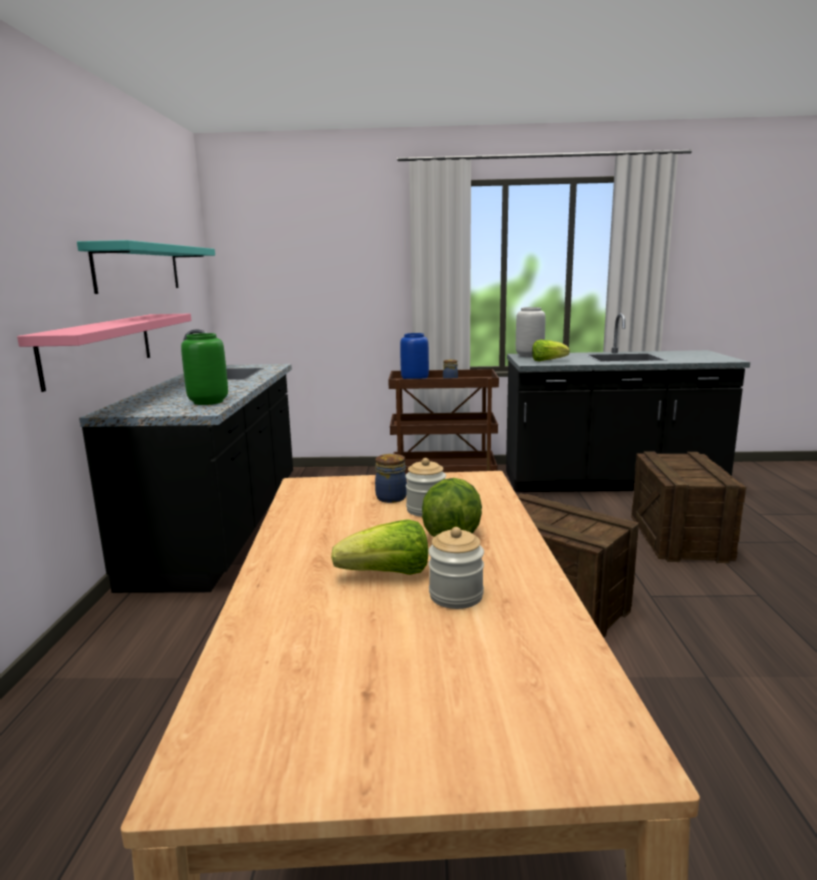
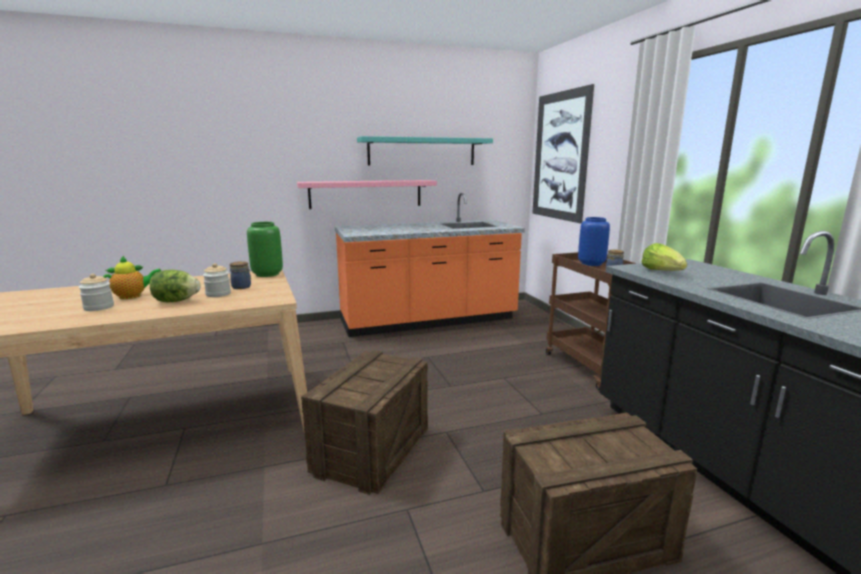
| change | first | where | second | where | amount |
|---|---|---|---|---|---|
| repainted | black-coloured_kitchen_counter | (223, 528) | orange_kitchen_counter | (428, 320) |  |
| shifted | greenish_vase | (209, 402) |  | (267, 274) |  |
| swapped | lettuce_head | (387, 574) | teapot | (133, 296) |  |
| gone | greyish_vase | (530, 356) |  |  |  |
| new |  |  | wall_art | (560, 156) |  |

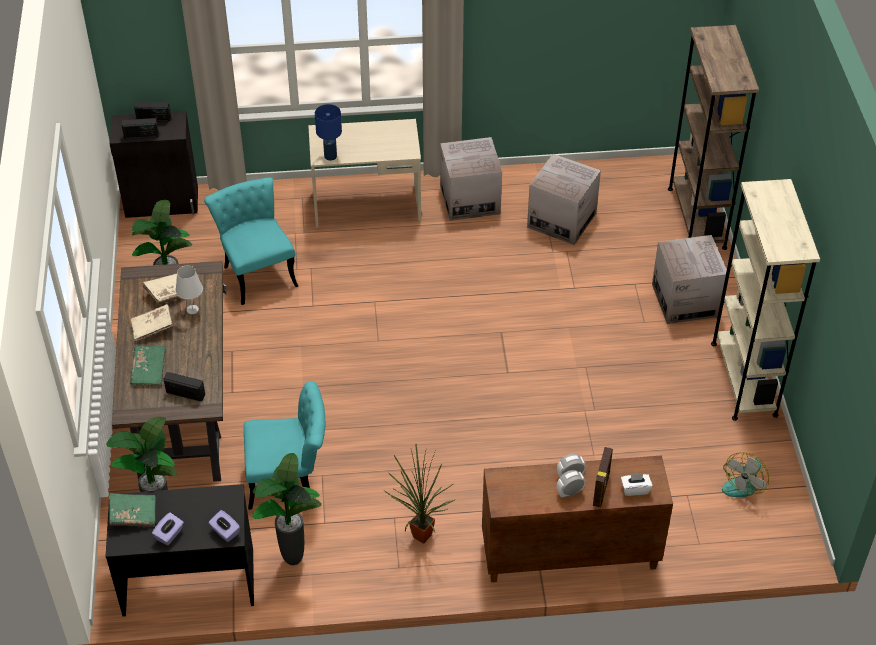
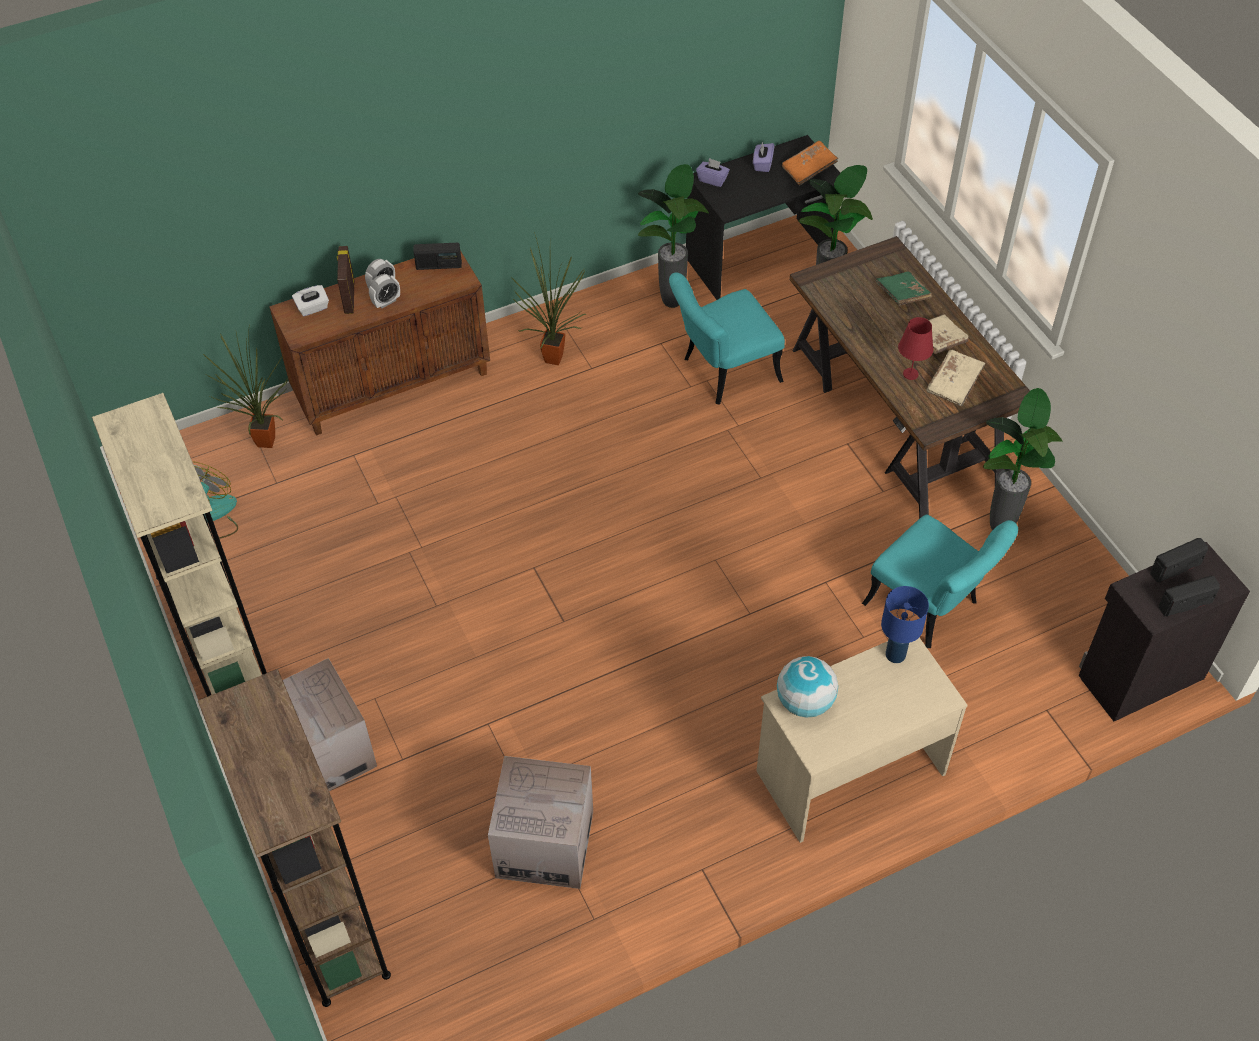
| change | first | where | second | where | amount |
|---|---|---|---|---|---|
| repainted | greenish_volume | (133, 515) | orange_volume | (809, 169) |  |
| shifted | radio_receiver | (185, 393) |  | (439, 265) |  |
| repainted | white_tabletop_lamp | (192, 309) | red-coloured_tabletop_lamp | (910, 374) |  |
| gone | packing_box | (470, 200) |  |  |  |
| new |  |  | potted_plant | (265, 445) |  |
| new |  |  | world_globe | (805, 702) |  |

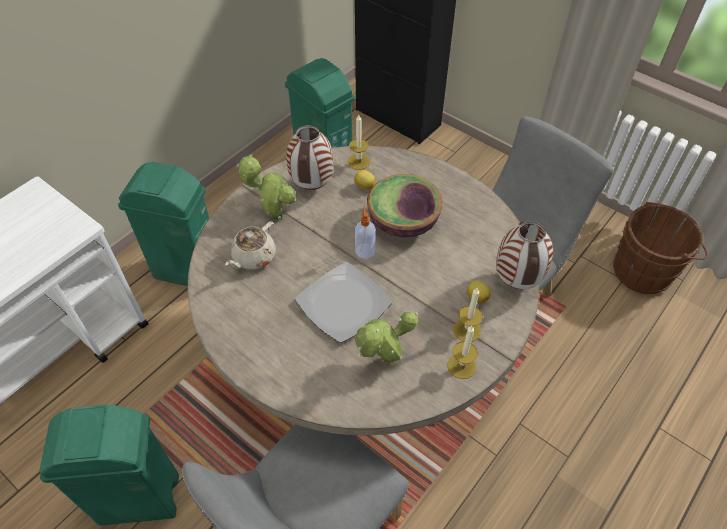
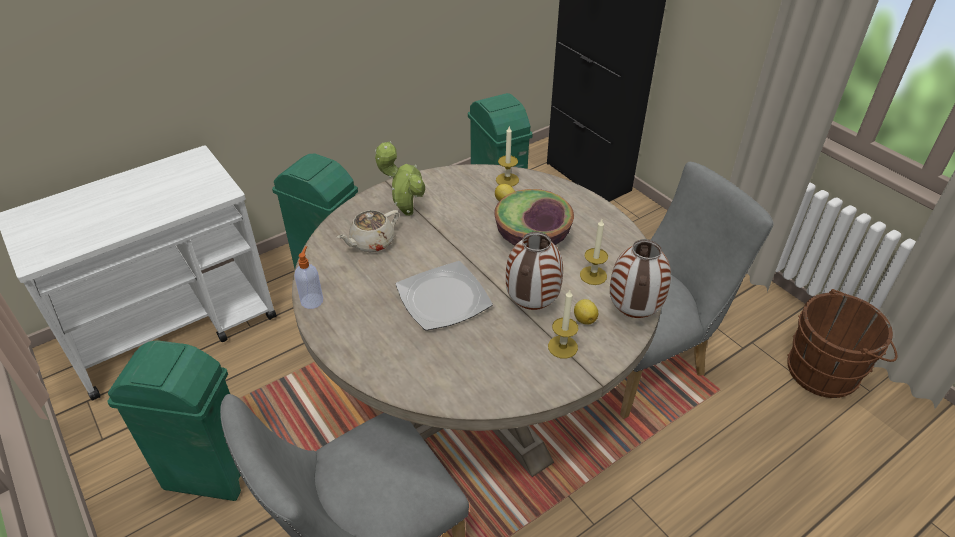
| change | first | where | second | where | amount |
|---|---|---|---|---|---|
| shifted | vase | (311, 185) |  | (531, 304) |  |
| shifted | liquid_soap_bottle | (365, 250) |  | (312, 300) |  |
| gone | potted_plant | (383, 361) |  |  |  |
| shifted | wax_light | (461, 366) |  | (593, 275) |  |

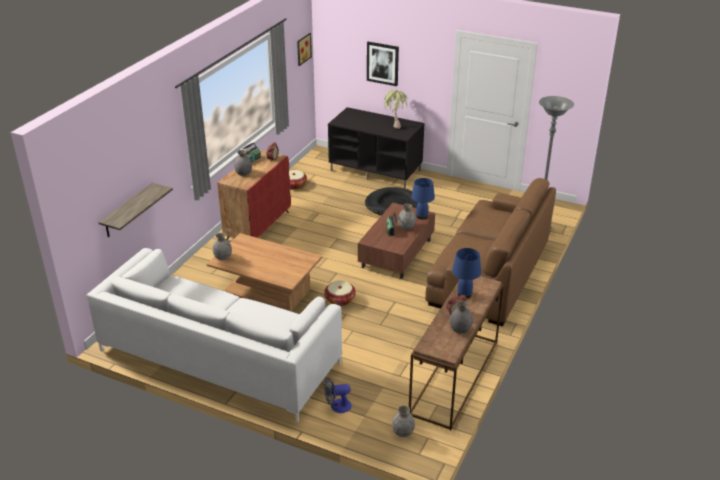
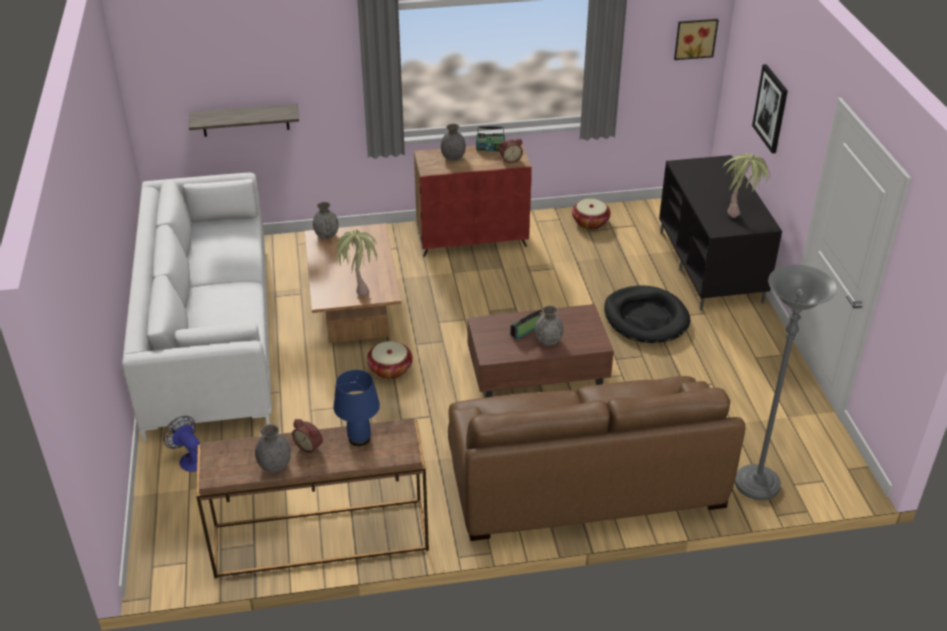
| change | first | where | second | where | amount |
|---|---|---|---|---|---|
| gone | greyish_vase | (403, 432) |  |  |  |
| gone | bluish_tabletop_lamp | (422, 216) |  |  |  |
| new |  |  | potted_plant | (358, 286) |  |

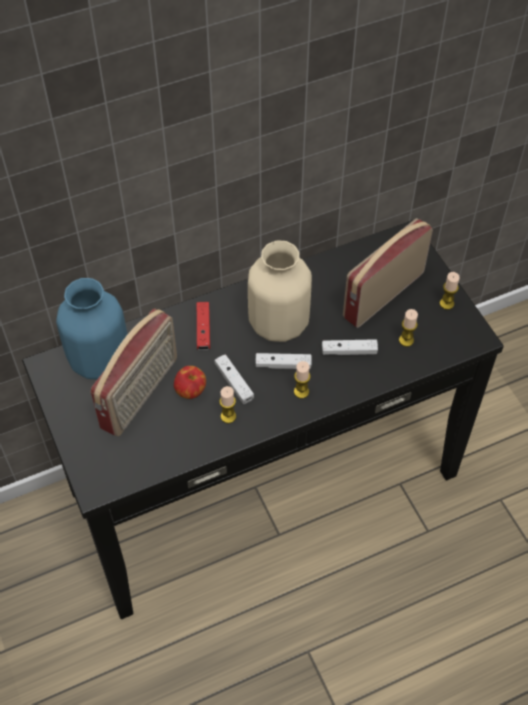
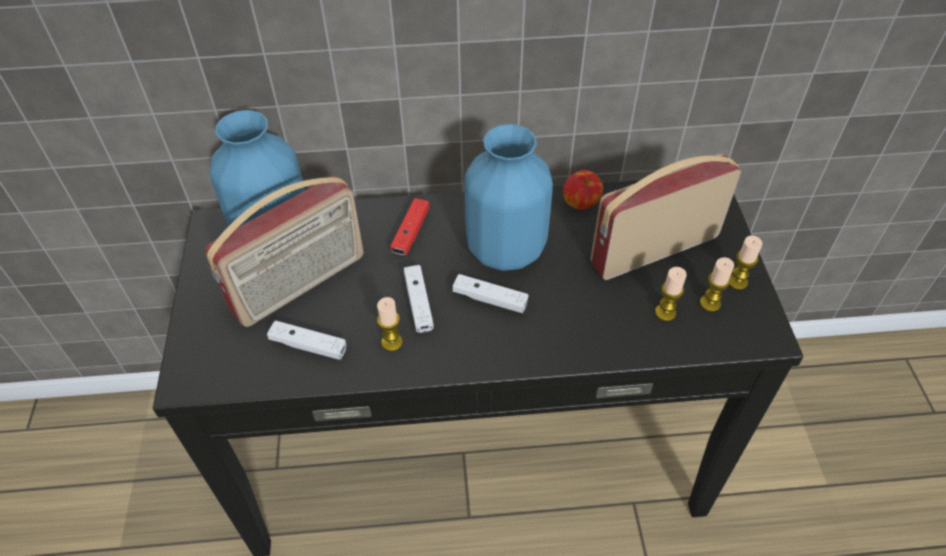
| change | first | where | second | where | amount |
|---|---|---|---|---|---|
| shifted | apple | (191, 391) |  | (581, 204) |  |
| repainted | beige_vase | (277, 324) | bluish_vase | (504, 250) |  |
| shifted | wax_light | (301, 392) |  | (710, 303) |  |
| shifted | white_gamepad | (349, 351) |  | (308, 345) |  |

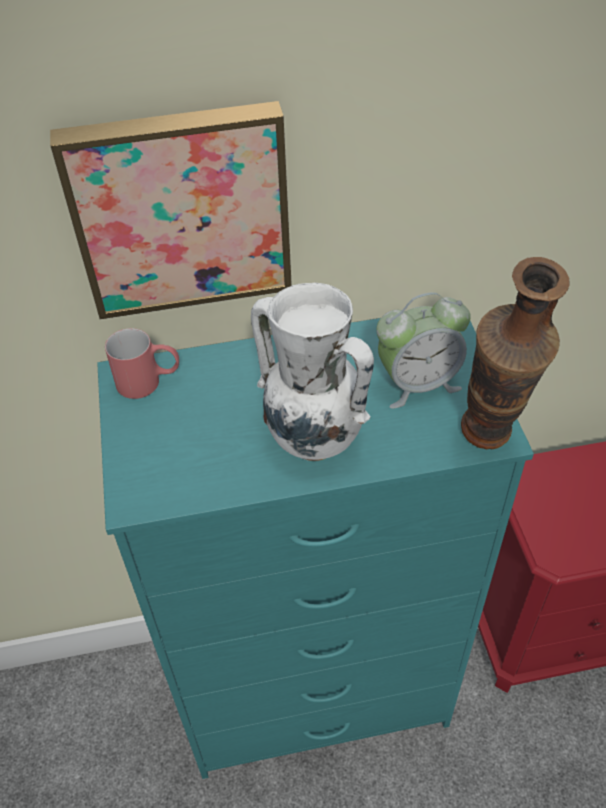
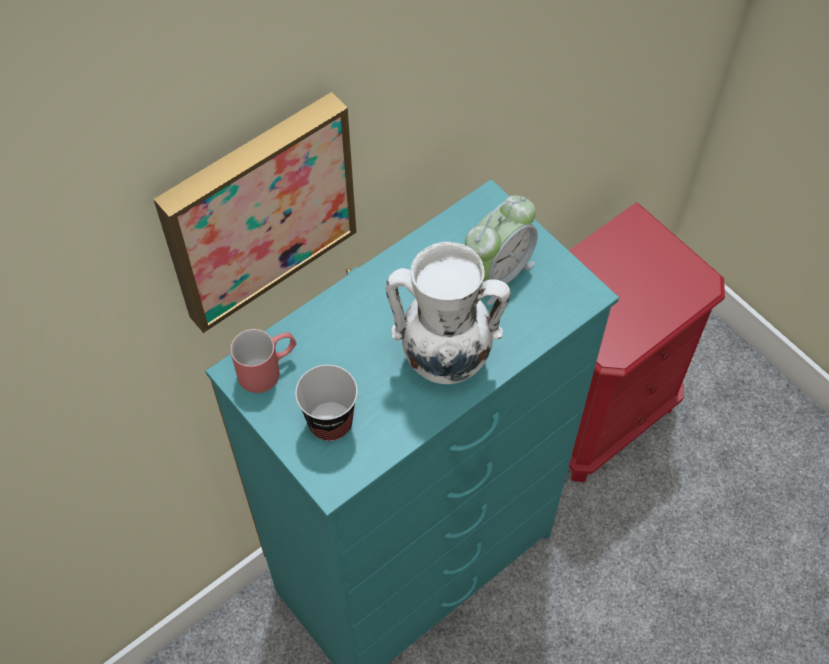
| change | first | where | second | where | amount |
|---|---|---|---|---|---|
| gone | vase | (489, 445) |  |  |  |
| new |  |  | cup | (330, 423) |  |

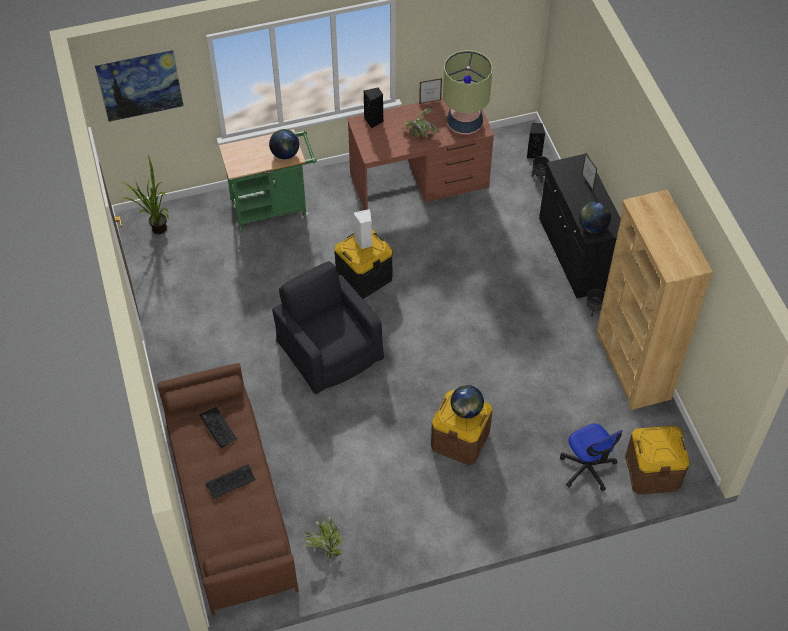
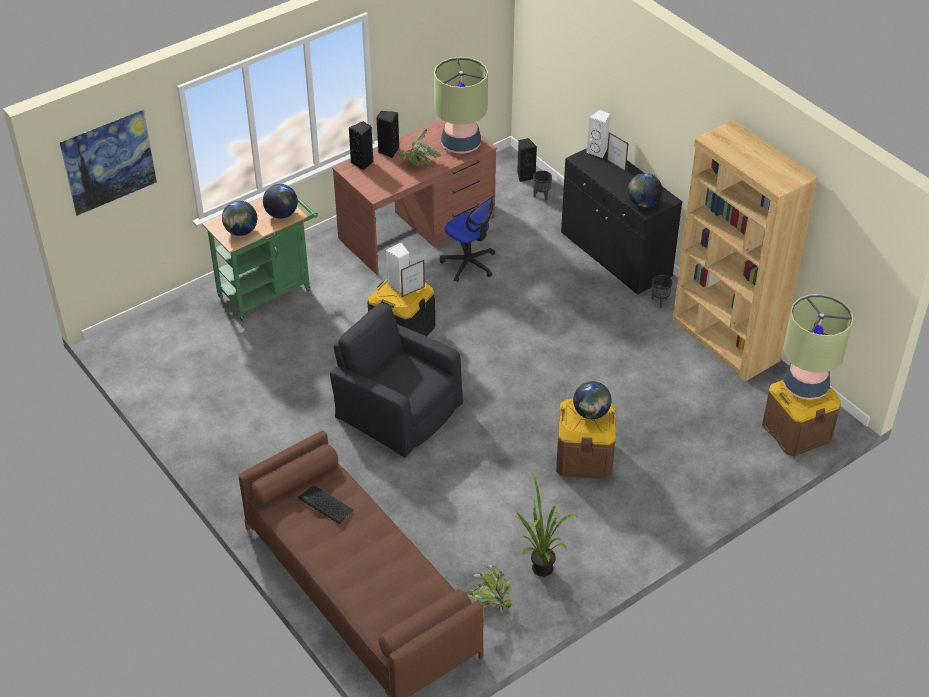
| change | first | where | second | where | amount |
|---|---|---|---|---|---|
| shifted | potted_plant | (155, 230) |  | (538, 572) |  |
| gone | PC_keyboard | (230, 481) |  |  |  |
| shifted | photo_frame | (430, 102) |  | (413, 292) |  |
| shifted | office_chair | (587, 468) |  | (469, 264) |  |
| new |  |  | world_globe | (241, 231) |  |
| new |  |  | black-coloured_speaker | (388, 151) |  |
| new |  |  | white_speaker | (598, 151) |  |
| new |  |  | tabletop_lamp | (805, 386) |  |

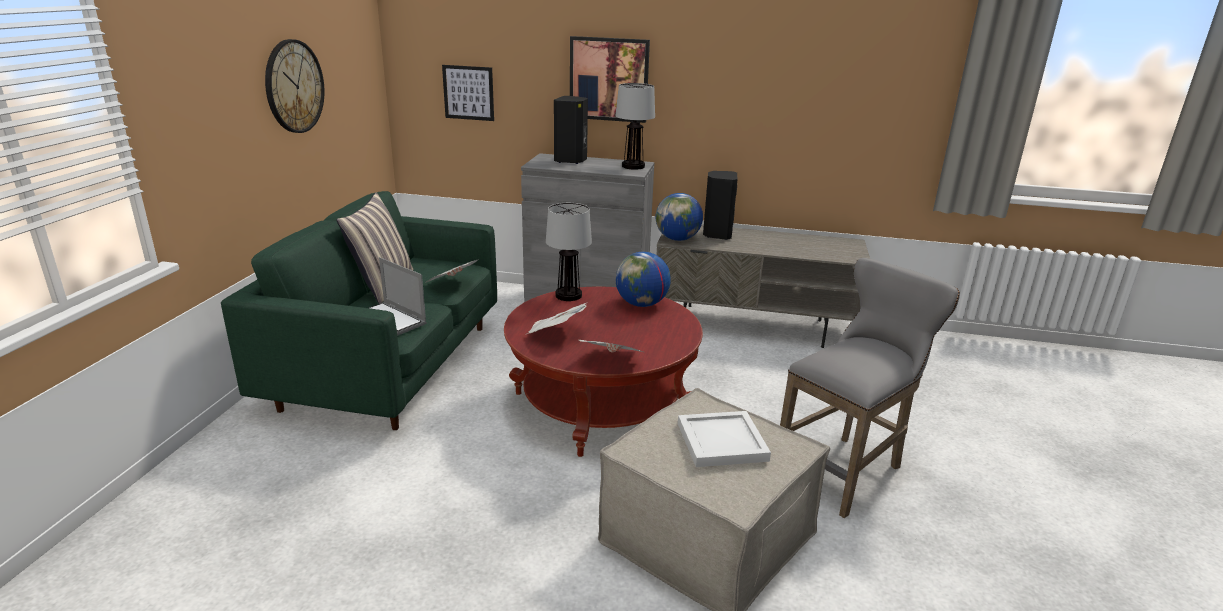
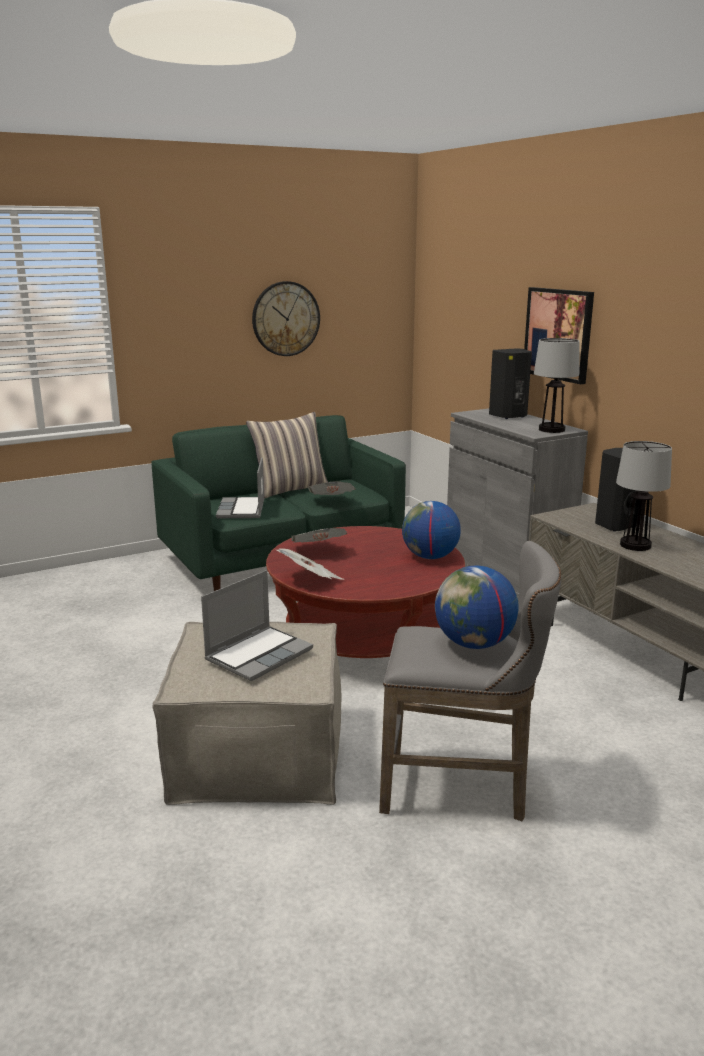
| change | first | where | second | where | amount |
|---|---|---|---|---|---|
| gone | wall_art | (468, 93) |  |  |  |
| shifted | tabletop_lamp | (568, 296) |  | (634, 545) |  |
| shifted | world_globe | (677, 239) |  | (474, 644) |  |
| swapped | white_tray | (720, 441) | notebook_computer | (259, 654) |  |

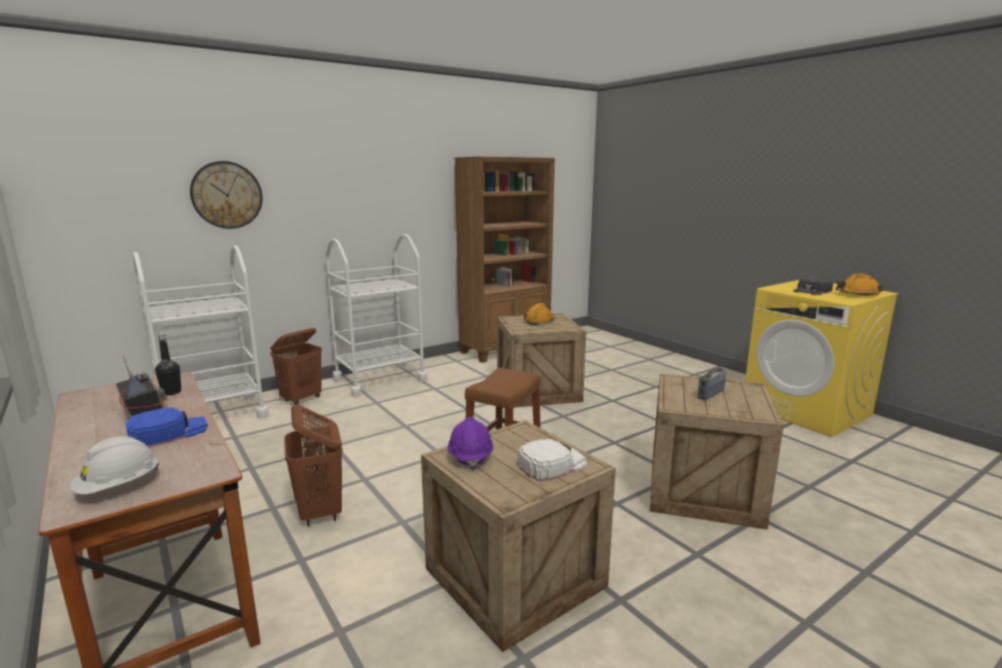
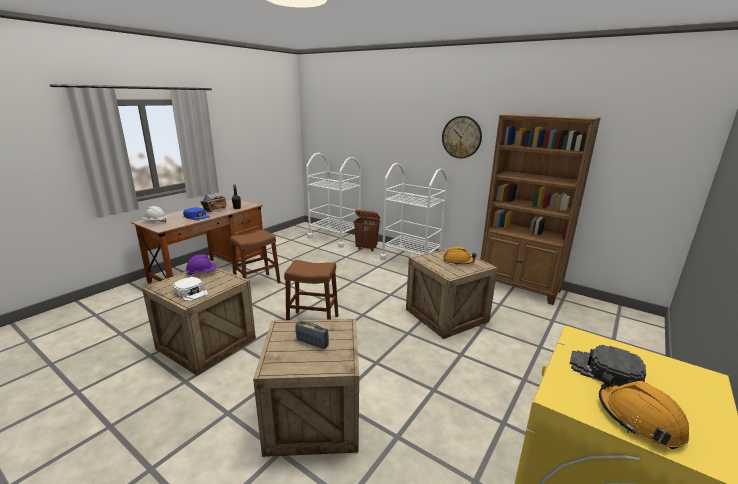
| change | first | where | second | where | amount |
|---|---|---|---|---|---|
| shifted | hanging_clock | (227, 195) |  | (461, 137) |  |
| swapped | brown_hamper | (320, 512) | brown_sitting_stool | (257, 283) |  |

